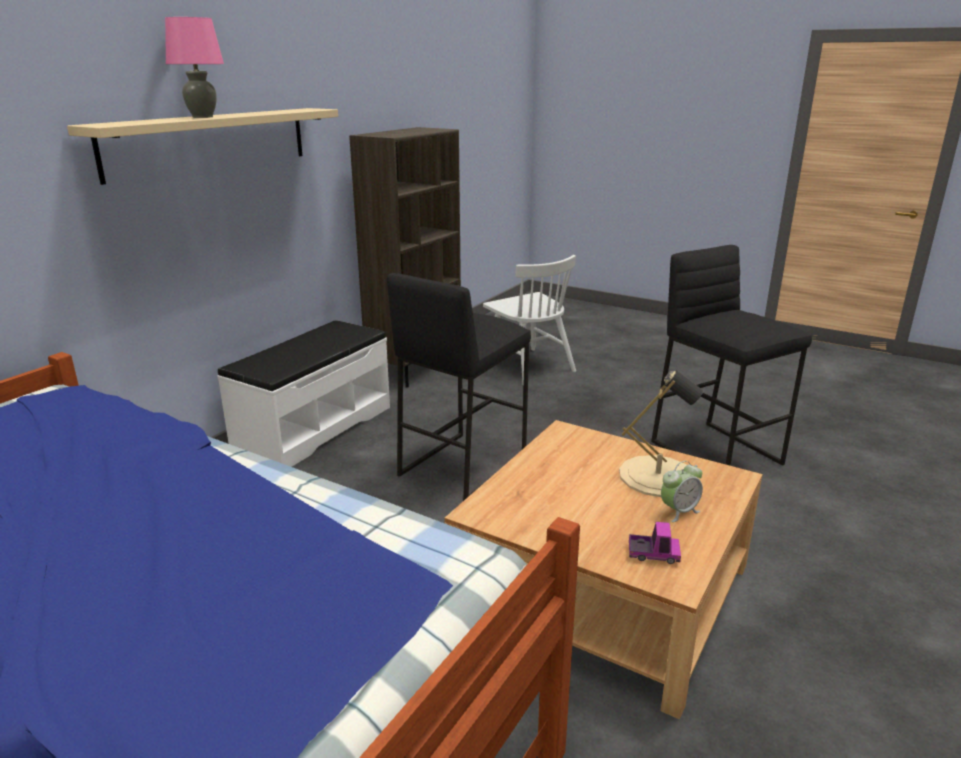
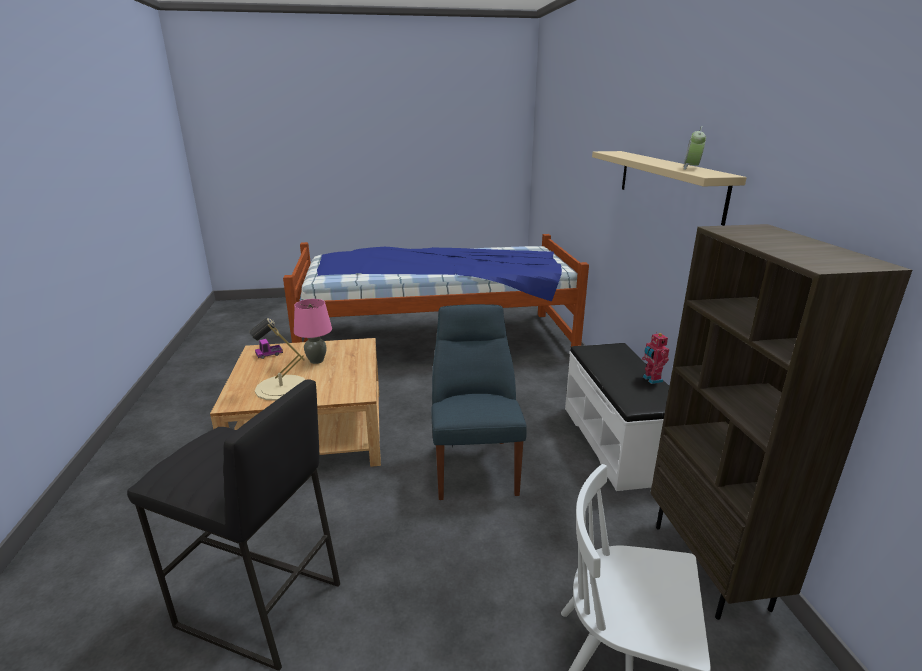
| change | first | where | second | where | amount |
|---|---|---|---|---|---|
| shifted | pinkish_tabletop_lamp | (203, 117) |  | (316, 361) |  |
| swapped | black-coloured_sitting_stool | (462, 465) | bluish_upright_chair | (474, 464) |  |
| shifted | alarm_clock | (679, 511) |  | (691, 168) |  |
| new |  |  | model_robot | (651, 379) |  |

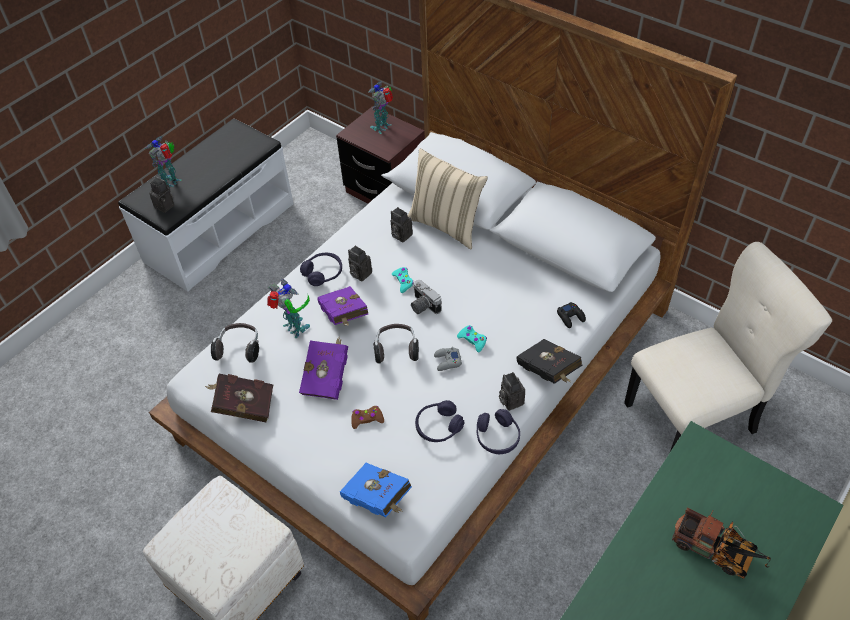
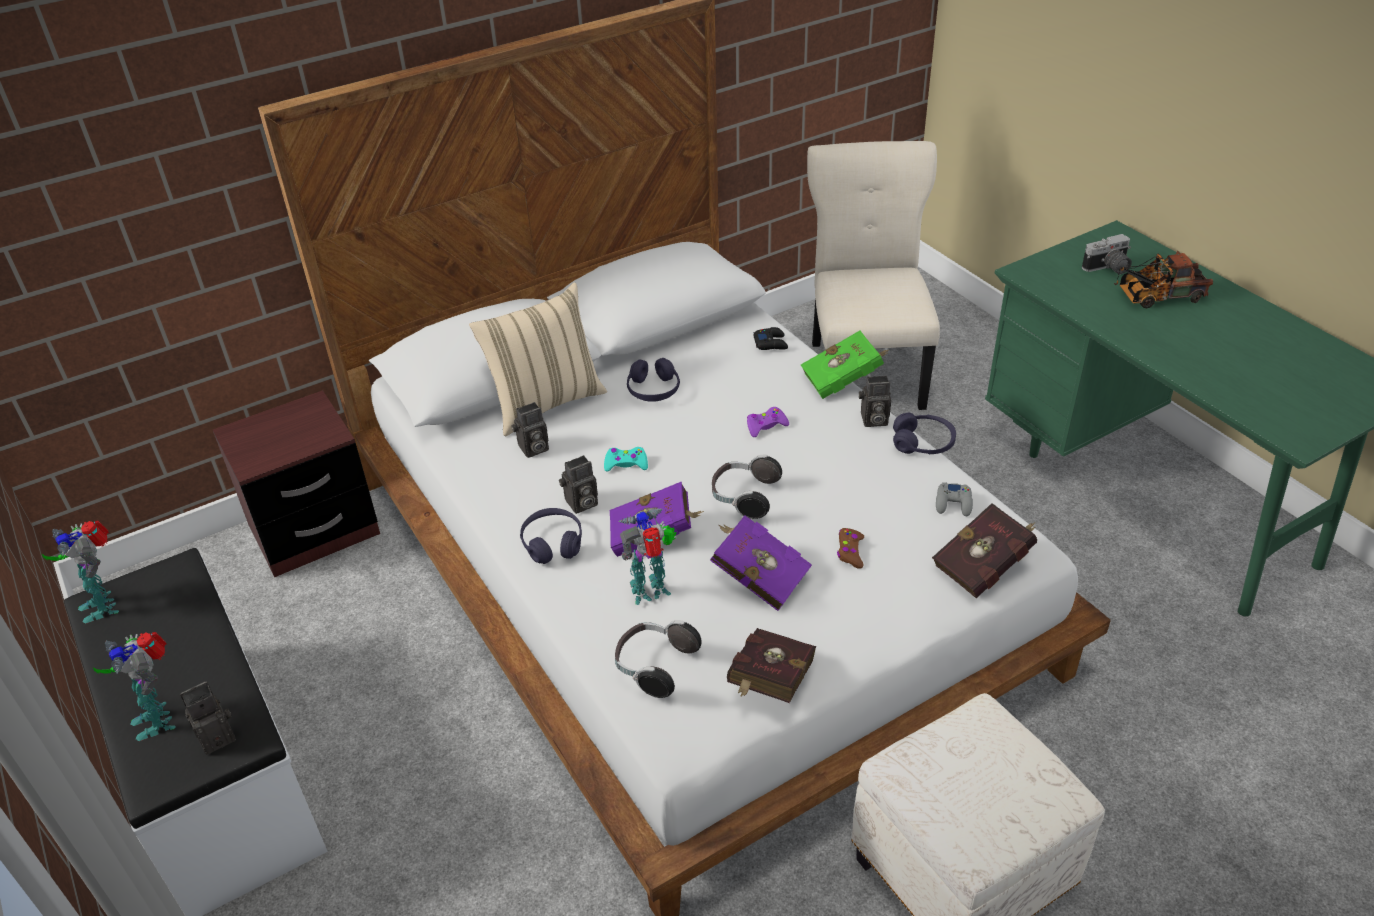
| change | first | where | second | where | amount |
|---|---|---|---|---|---|
| repainted | bluish_volume | (378, 500) | red-coloured_volume | (985, 566) |  |
| shifted | model_robot | (382, 127) |  | (103, 604) |  |
| shifted | photo_camera | (422, 306) |  | (1108, 269) |  |
| shifted | purplish_headphones | (438, 426) |  | (653, 390) |  |
| shifted | greyish_gamepad | (447, 361) |  | (953, 503) |  |
| repainted | turquoise_gamepad | (472, 340) | purplish_gamepad | (766, 426) |  |
| repainted | black-coloured_volume | (549, 372) | greenish_volume | (844, 381) |  |
| rotated | model_truck | (717, 552) |  | (1155, 297) | 150 degrees counterclockwise |

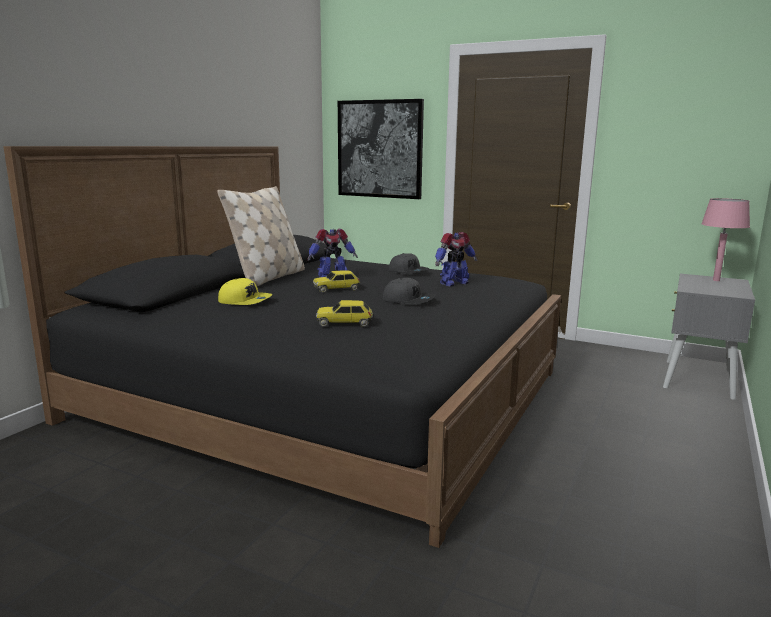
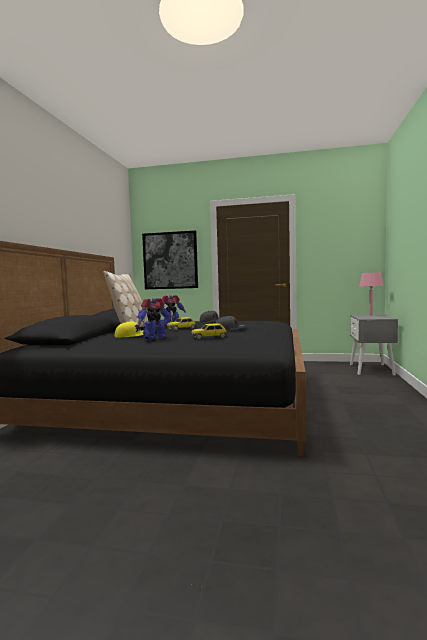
| change | first | where | second | where | amount |
|---|---|---|---|---|---|
| shifted | model_robot | (453, 283) |  | (154, 338) |  |

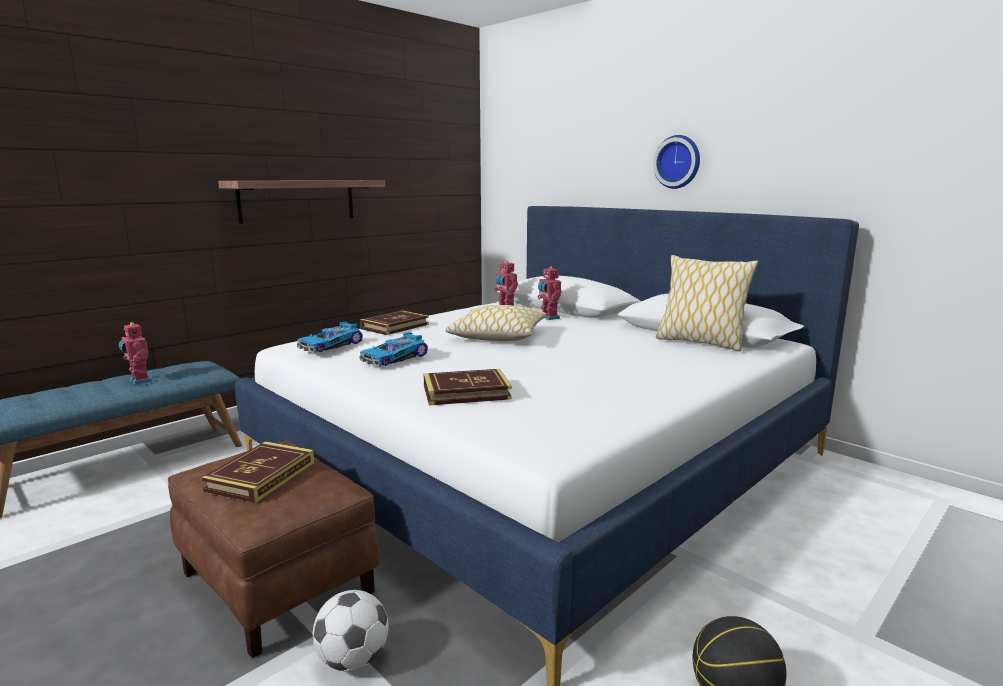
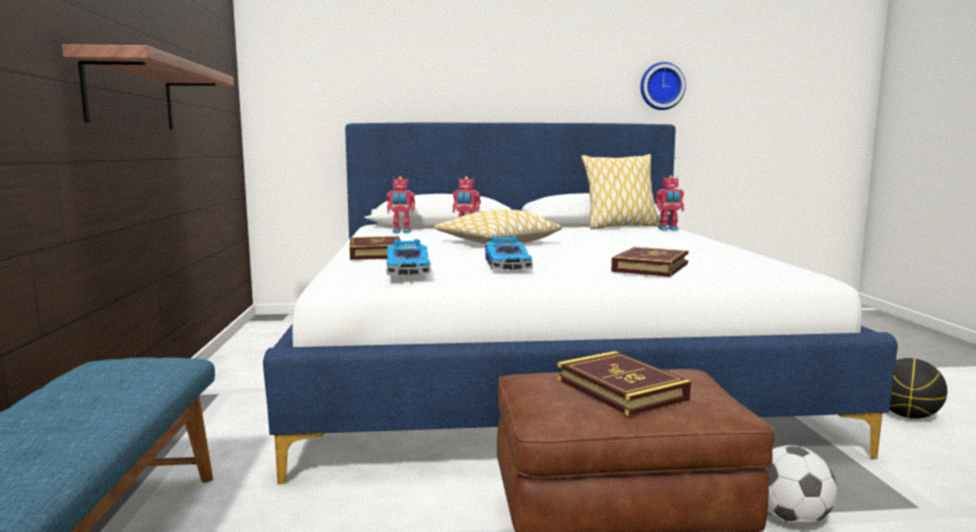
| change | first | where | second | where | amount |
|---|---|---|---|---|---|
| shifted | model_robot | (139, 381) |  | (668, 229) |  |
| shifted | hanging_clock | (678, 162) |  | (661, 86) |  |

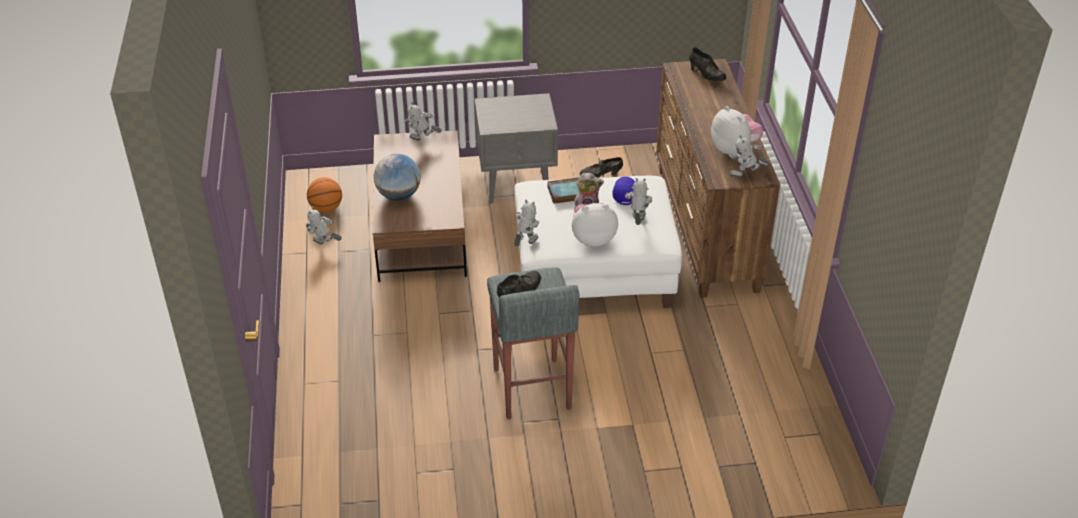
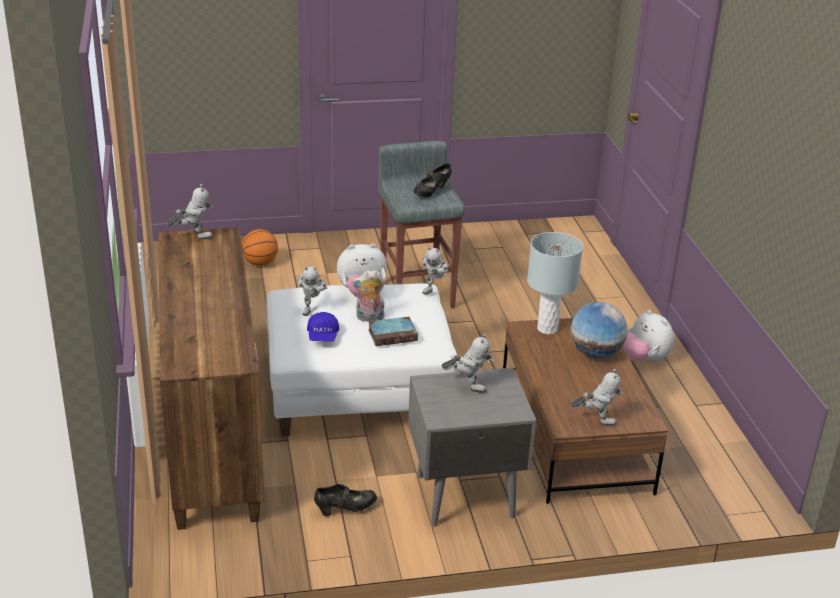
| change | first | where | second | where | amount |
|---|---|---|---|---|---|
| shifted | model_robot | (324, 245) |  | (467, 386) |  |
| shifted | basketball_ball | (326, 208) |  | (260, 263) |  |
| gone | black-coloured_shoe | (706, 76) |  |  |  |
| shifted | cuddly_toy | (734, 150) |  | (644, 359) |  |
| new |  |  | greyish_tabletop_lamp | (547, 329) |  |

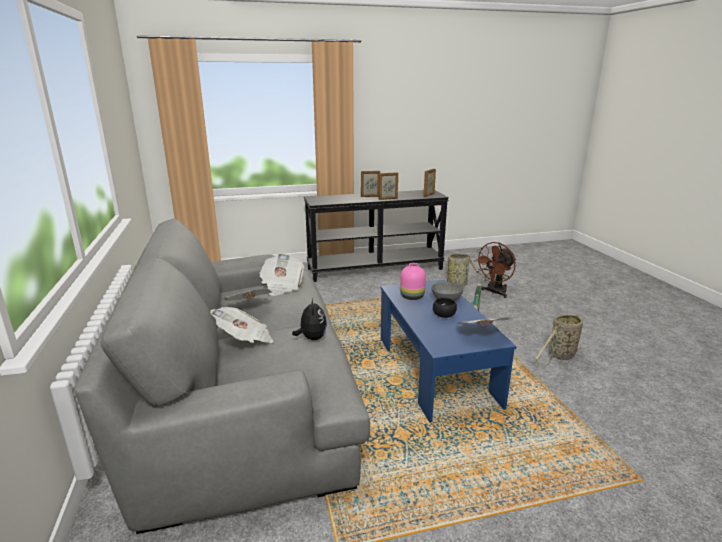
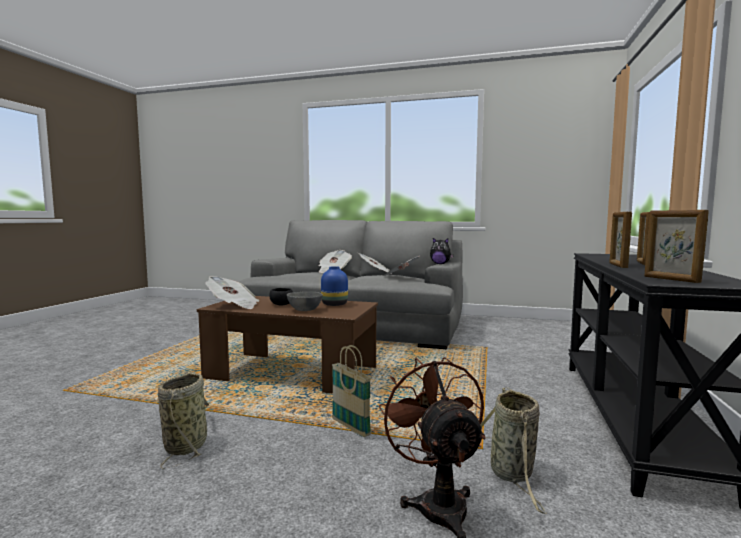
| change | first | where | second | where | amount |
|---|---|---|---|---|---|
| shifted | cuddly_toy | (312, 338) |  | (440, 264) |  |
| repainted | bluish_coffee_table | (435, 370) | brown_coffee_table | (292, 373) |  |
| repainted | pinkish_vase | (411, 296) | bluish_vase | (335, 304) |  |

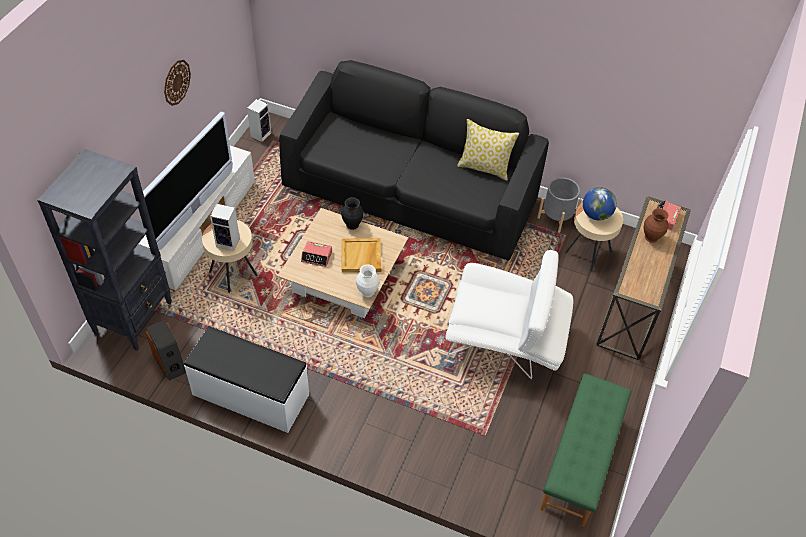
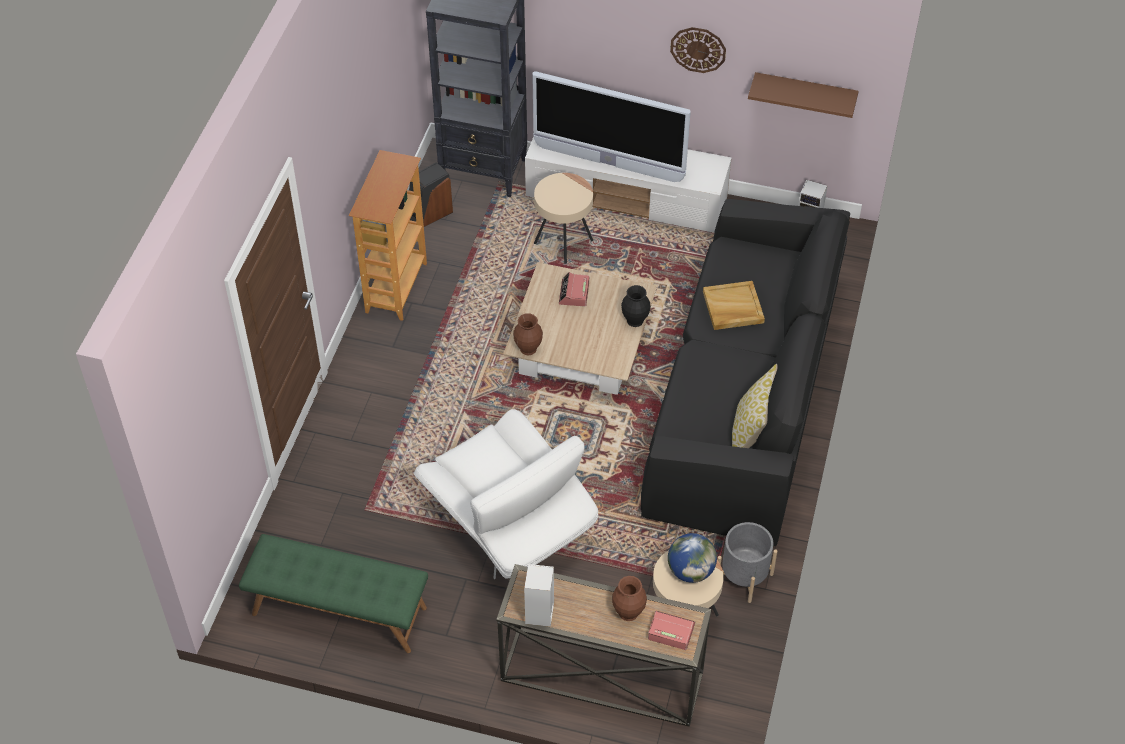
| change | first | where | second | where | amount |
|---|---|---|---|---|---|
| swapped | white_long_seat | (250, 395) | bookcase | (395, 287) |  |
| shifted | speaker | (229, 242) |  | (540, 614) |  |
| shifted | beige_tray | (361, 257) |  | (732, 307) |  |
| repainted | white_vase | (367, 292) | brown_vase | (528, 348) |  |
| rotated | white_lounge_chair | (505, 340) |  | (509, 523) | 45 degrees counterclockwise |
| new |  |  | brown_wall_shelf | (804, 93) |  |

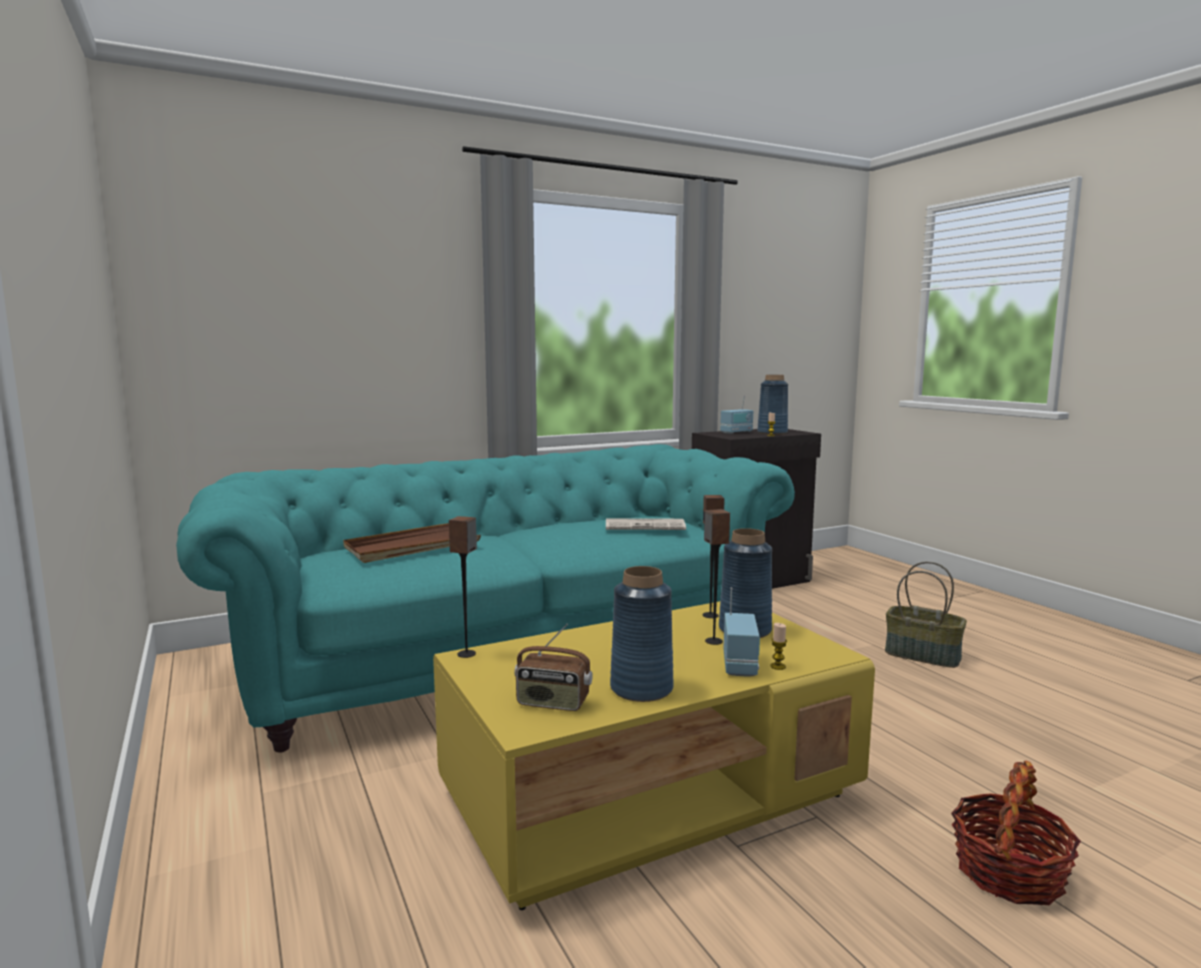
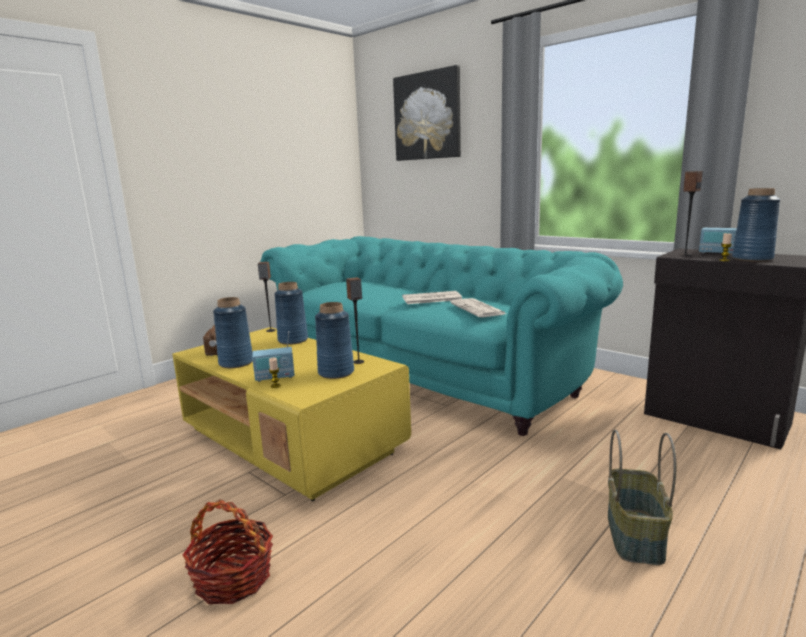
| change | first | where | second | where | amount |
|---|---|---|---|---|---|
| gone | brown_tray | (411, 547) |  |  |  |
| shifted | speaker | (713, 641) |  | (685, 255) |  |
| new |  |  | bluish_vase | (293, 340) |  |
| new |  |  | wall_art | (427, 116) |  |
| new |  |  | printed_paper | (431, 299) |  |

